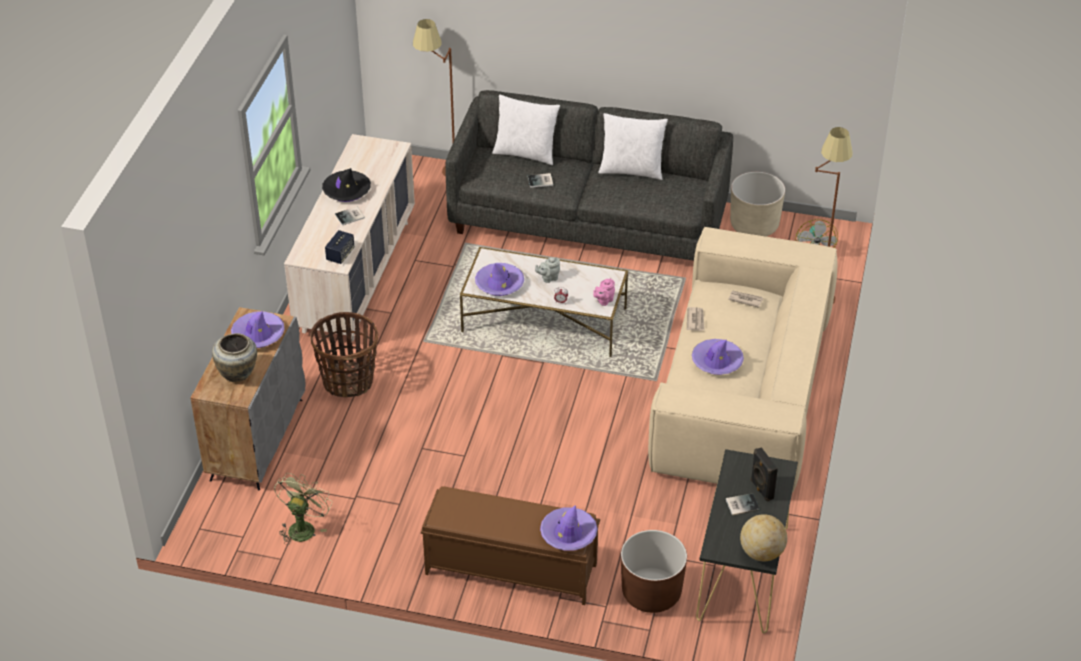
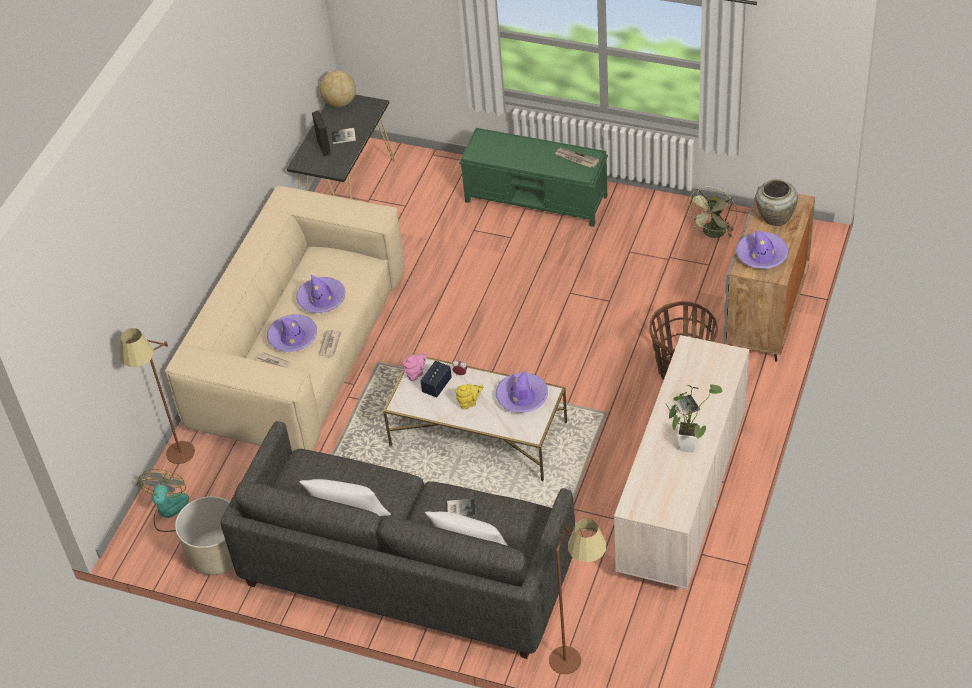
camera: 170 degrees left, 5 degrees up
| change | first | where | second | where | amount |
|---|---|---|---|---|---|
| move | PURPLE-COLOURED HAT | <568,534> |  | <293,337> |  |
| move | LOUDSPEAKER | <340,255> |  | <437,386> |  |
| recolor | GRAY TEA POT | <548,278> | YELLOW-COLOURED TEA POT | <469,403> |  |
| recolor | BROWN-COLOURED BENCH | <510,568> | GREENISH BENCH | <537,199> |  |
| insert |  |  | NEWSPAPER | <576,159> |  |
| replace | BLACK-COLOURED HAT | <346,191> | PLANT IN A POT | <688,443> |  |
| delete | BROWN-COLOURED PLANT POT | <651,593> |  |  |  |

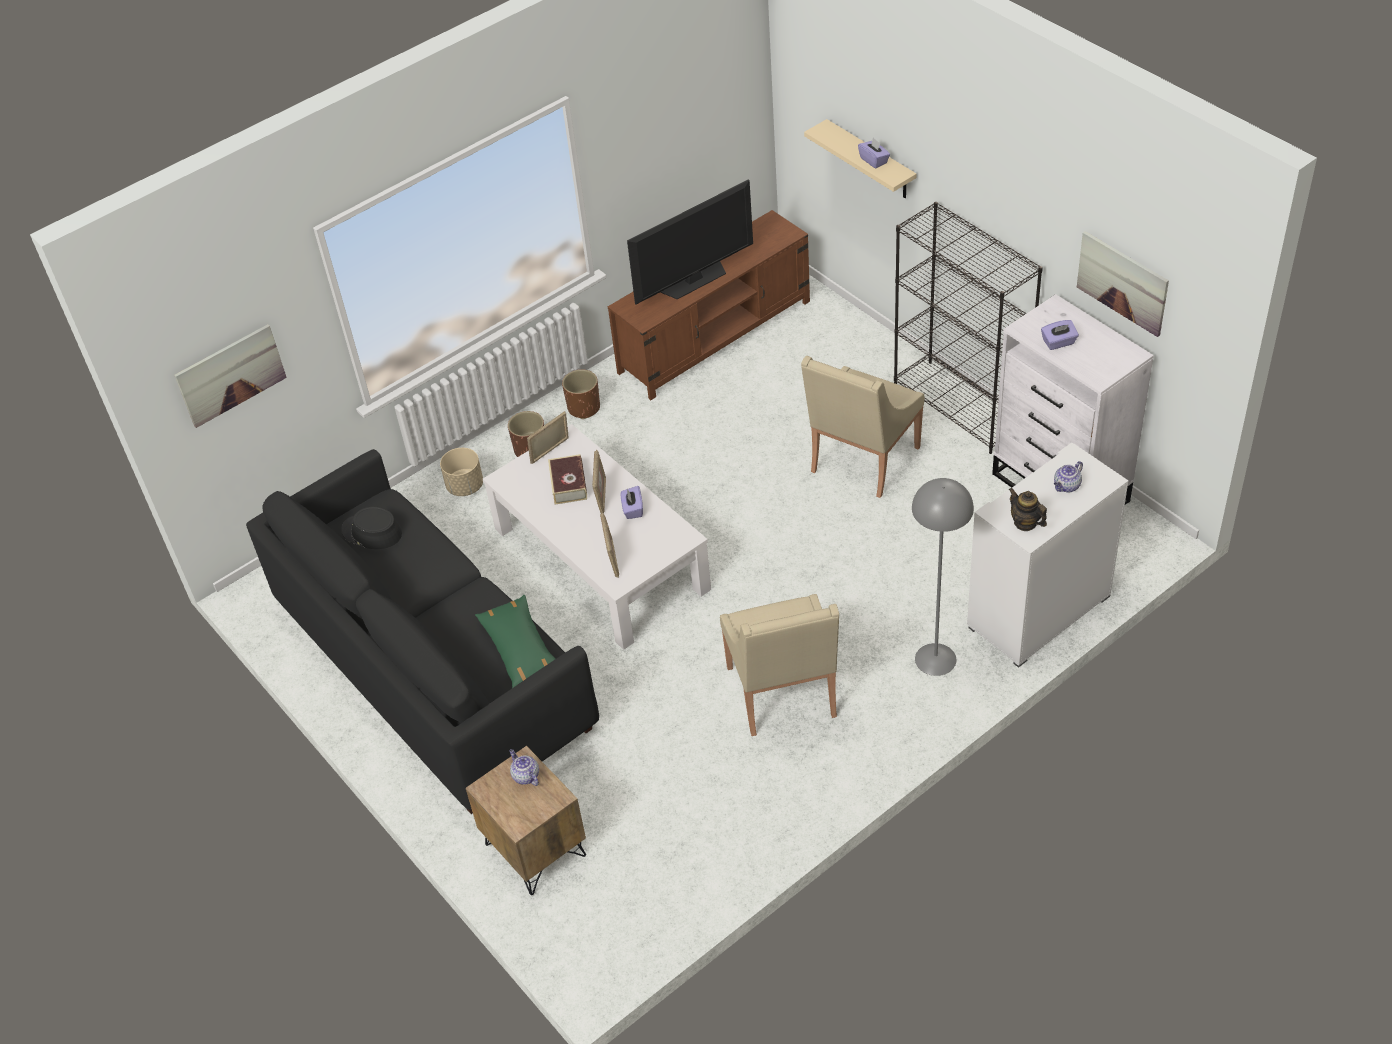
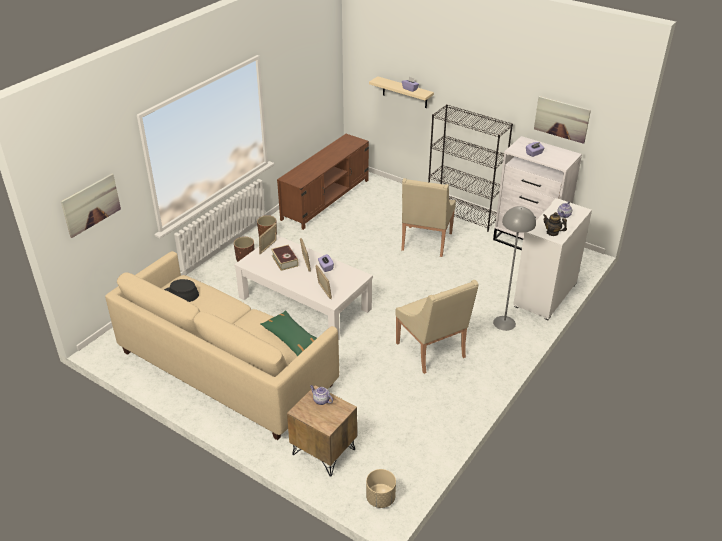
camera: 20 degrees left, 10 degrees down
| change | first | where | second | where | amount |
|---|---|---|---|---|---|
| recolor | BLACK-COLOURED SETTEE | <432,666> | BEIGE-COLOURED SETTEE | <226,368> |  |
| move | BEIGE-COLOURED PLANT POT | <465,486> |  | <380,498> |  |
| delete | TV | <694,280> |  |  |  |

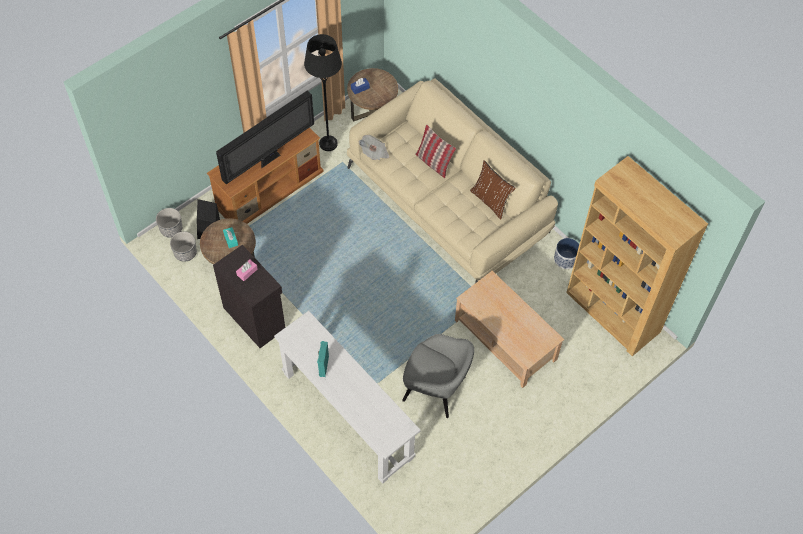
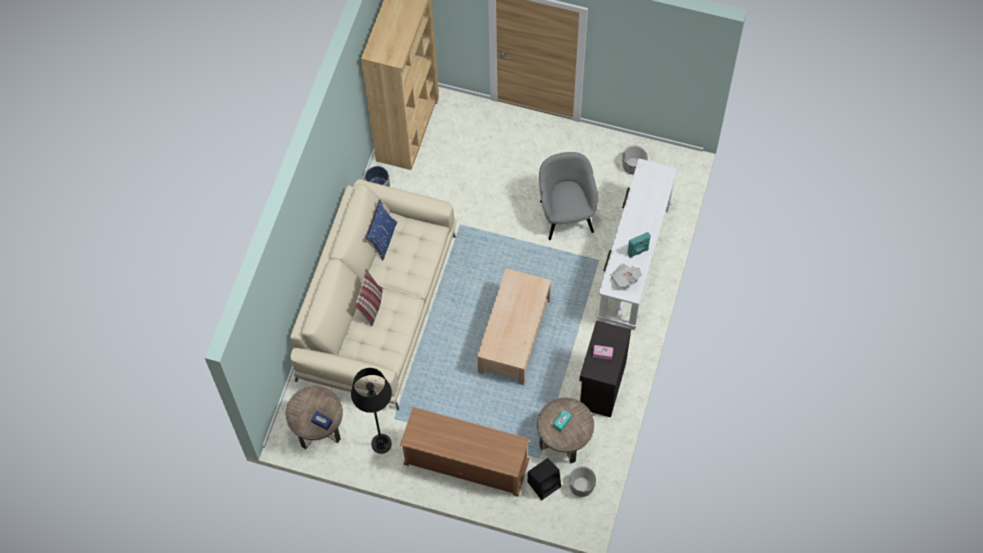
camera: 120 degrees left, 5 degrees up
| change | first | where | second | where | amount |
|---|---|---|---|---|---|
| recolor | BROWN-COLOURED PILLOW | <490,201> | BLUE-COLOURED PILLOW | <382,239> |  |
| move | BEIGE-COLOURED LOUNGE TABLE | <506,339> |  | <513,335> |  |
| move | NEWSPAPER | <374,153> |  | <625,278> |  |
| move | PLANT POT | <171,229> |  | <633,166> |  |
| delete | TV | <270,158> |  |  |  |

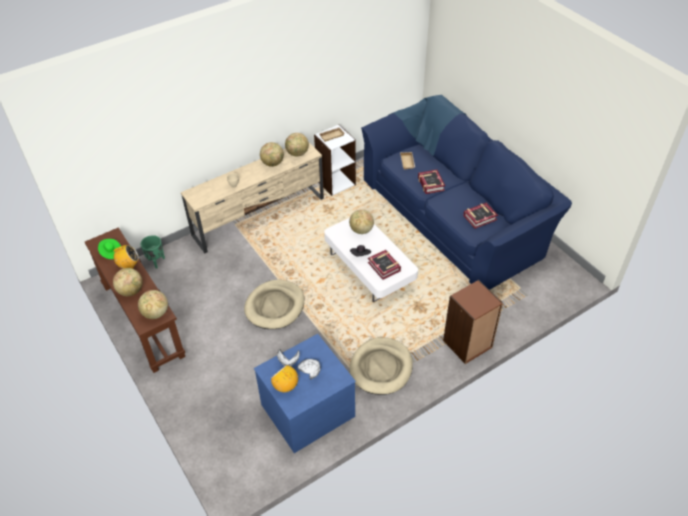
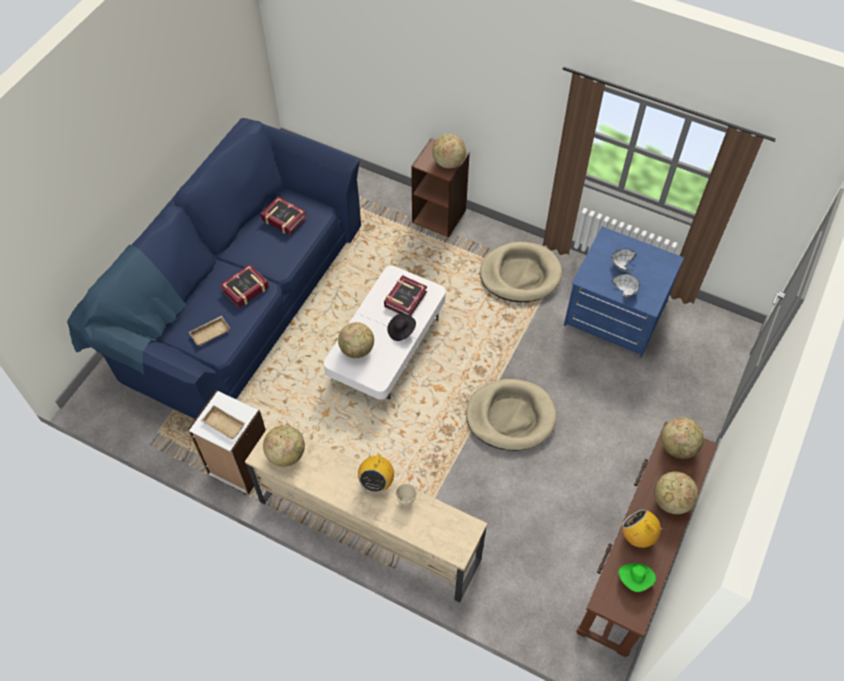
camera: 120 degrees left, 10 degrees up
| change | first | where | second | where | amount |
|---|---|---|---|---|---|
| move | RADIO | <285,386> |  | <376,481> |  |
| move | GLOBE | <273,163> |  | <448,162> |  |
| delete | GREENISH PLANT POT | <156,261> |  |  |  |

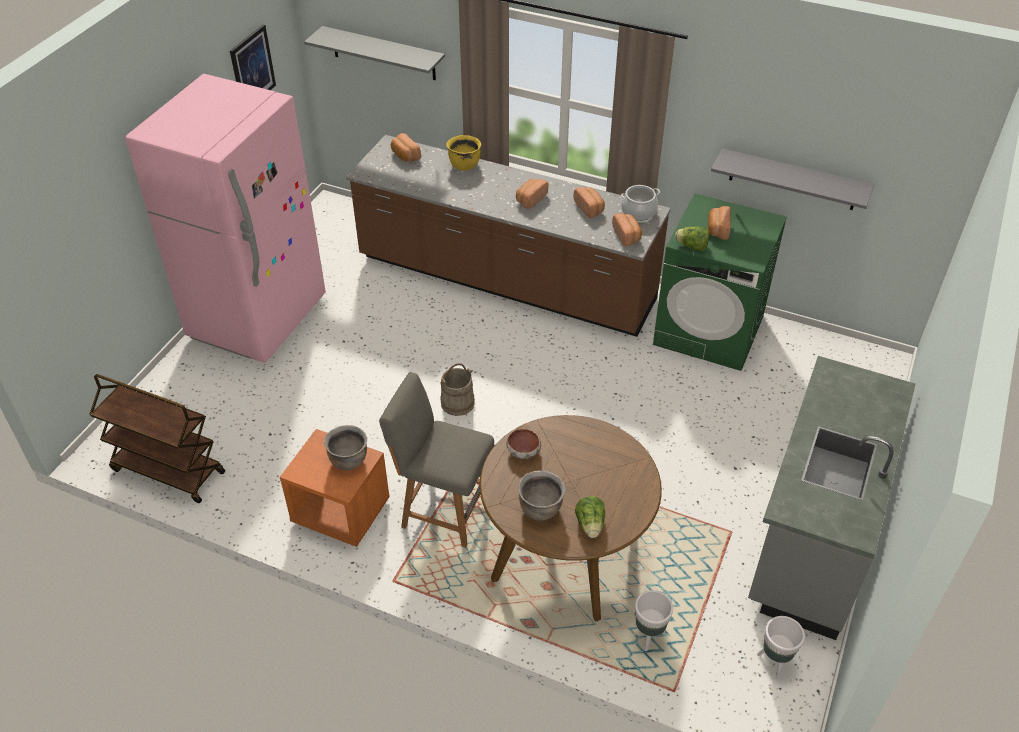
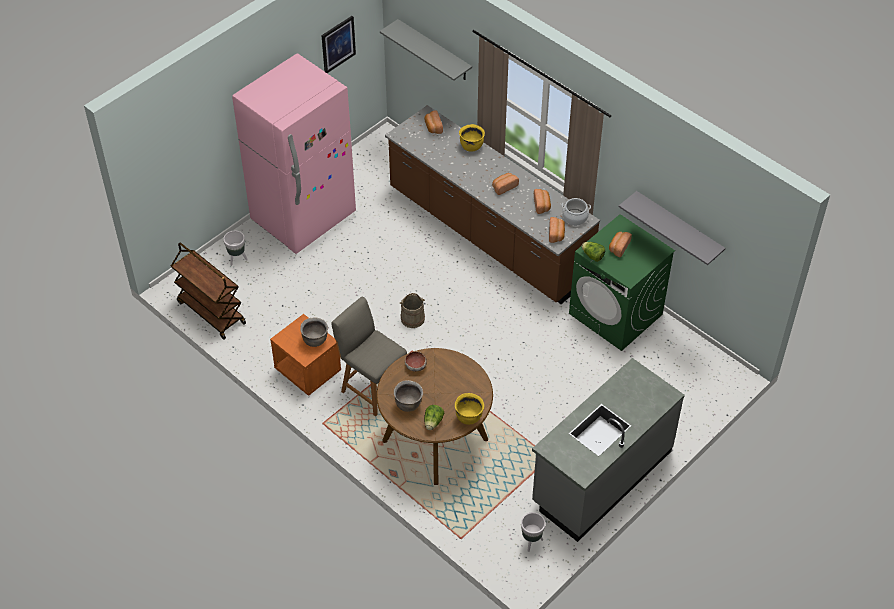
camera: 20 degrees right, 5 degrees up
| change | first | where | second | where | amount |
|---|---|---|---|---|---|
| move | WHITISH PLANT POT | <649,636> |  | <237,259> |  |
| insert |  |  | YELLOW-COLOURED STOCKPOT | <469,417> |  |

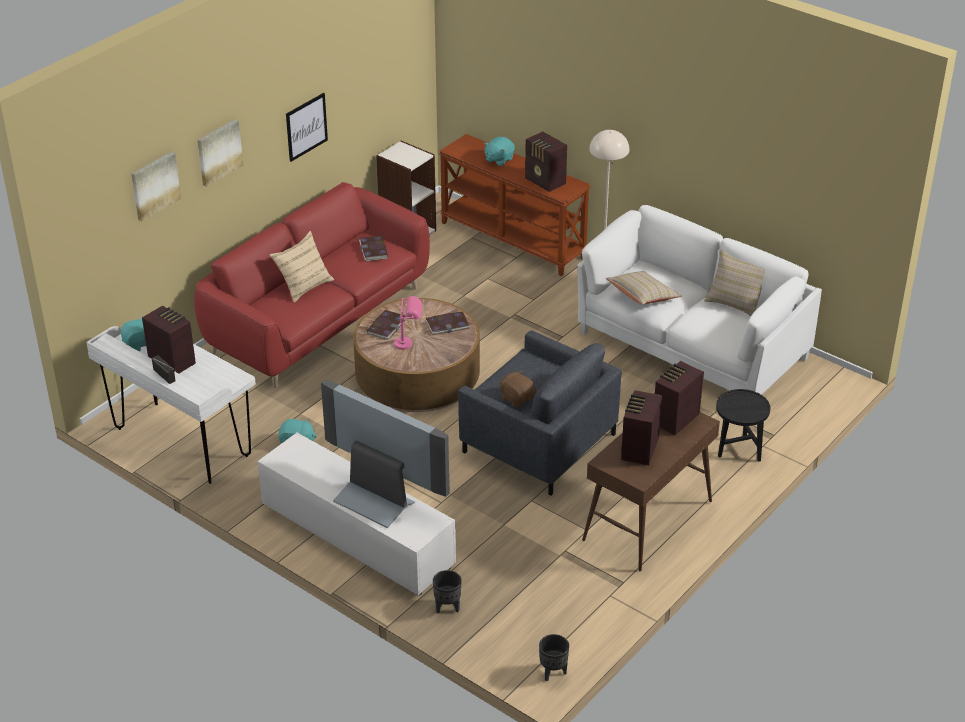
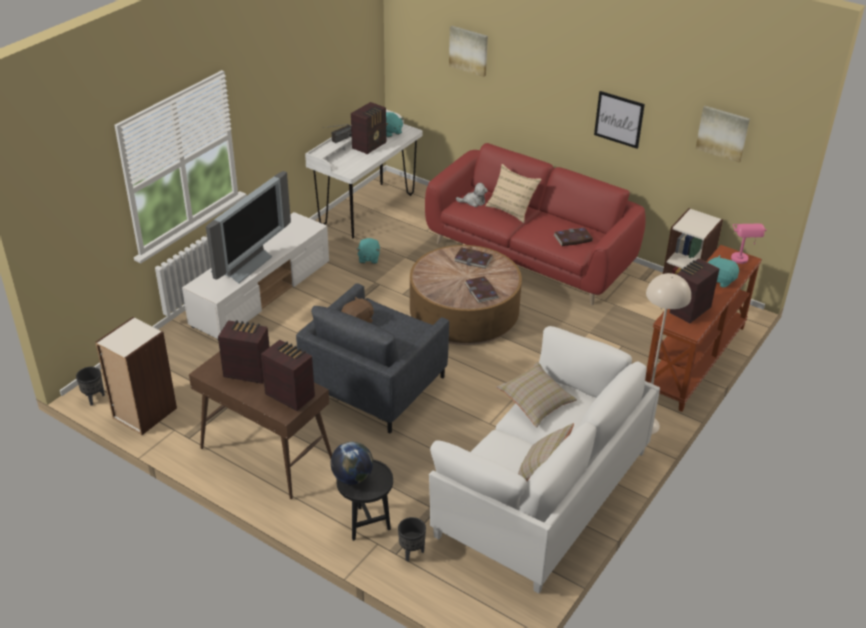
camera: 85 degrees right, 0 degrees up
| change | first | where | second | where | amount |
|---|---|---|---|---|---|
| insert |  |  | BOOKCASE | <144,413> |  |
| insert |  |  | GLOBE | <352,477> |  |
| move | BLACK-COLOURED PLANT POT | <447,607> |  | <412,552> |  |
| insert |  |  | SOFT TOY | <473,202> |  |
| move | WALL ART | <219,152> |  | <722,133> |  |
| move | PINK-COLOURED TABLE LAMP | <409,344> |  | <741,262> |  |

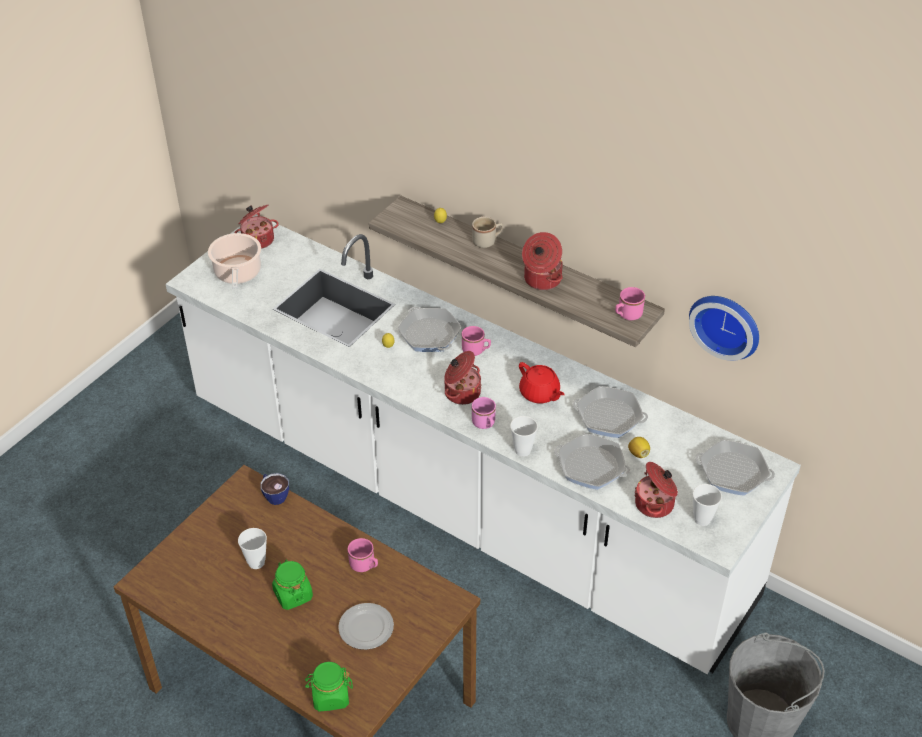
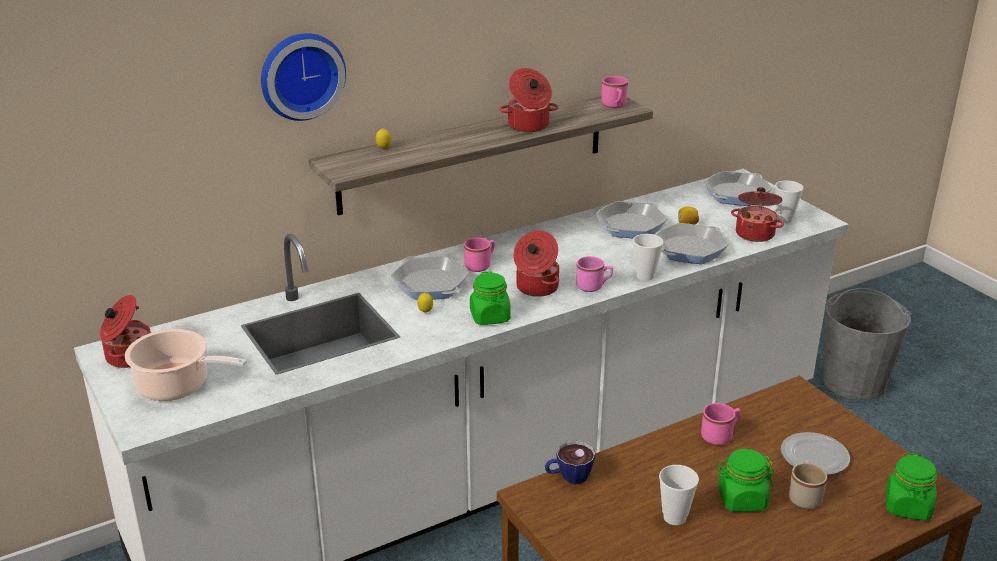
camera: 65 degrees left, 15 degrees down
| change | first | where | second | where | amount |
|---|---|---|---|---|---|
| move | WALL CLOCK | <726,324> |  | <300,75> |  |
| rotate | SKILLET | <429,334> |  | <430,284> | 60 degrees clockwise |
| insert |  |  | GREENISH PRESERVE JAR | <490,317> |  |
| move | BEIGE-COLOURED MUG | <487,241> |  | <804,496> |  |
| delete | RED TEA POT | <540,394> |  |  |  |

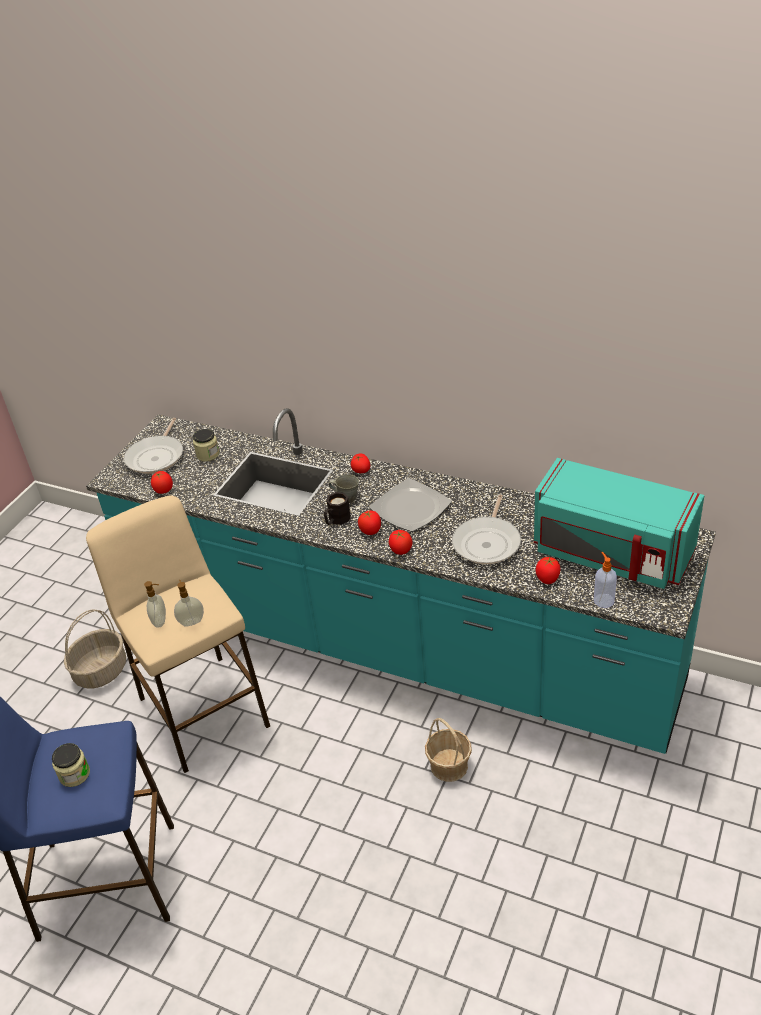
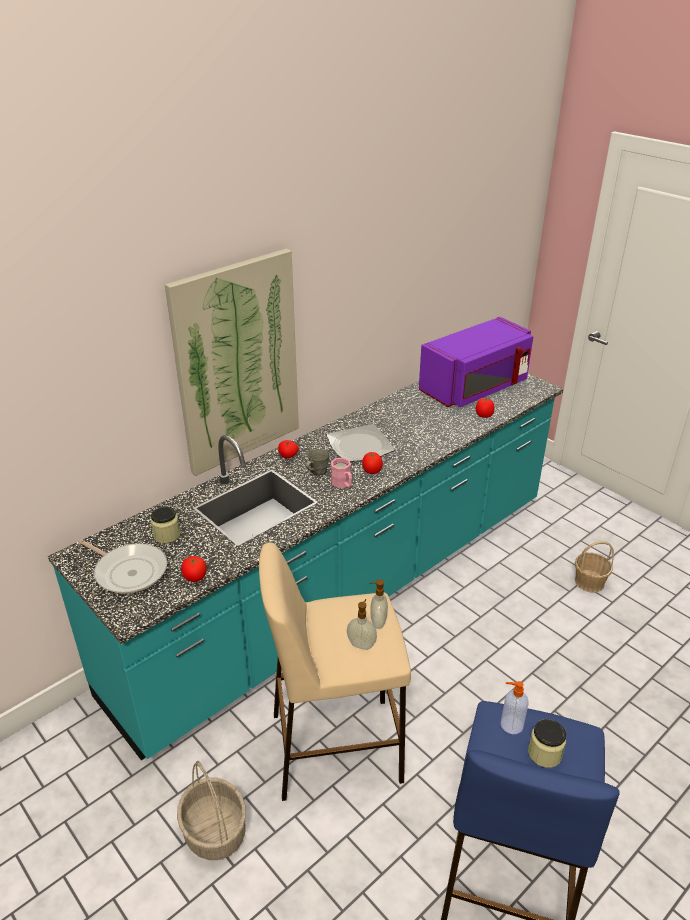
camera: 70 degrees left, 5 degrees down
| change | first | where | second | where | amount |
|---|---|---|---|---|---|
| insert |  |  | WALL ART | <237,363> |  |
| recolor | BLACK-COLOURED MUG | <336,520> | PINK-COLOURED MUG | <343,484> |  |
| recolor | TURQUOISE MICROWAVE OVEN | <610,554> | PURPLE-COLOURED MICROWAVE OVEN | <475,388> |  |
| move | SOAP BOTTLE | <603,600> |  | <510,724> |  |
| move | BASKET | <449,765> |  | <589,582> |  |
| delete | FRESH TOMATO | <400,550> |  |  |  |
| delete | SKILLET | <488,542> |  |  |  |

